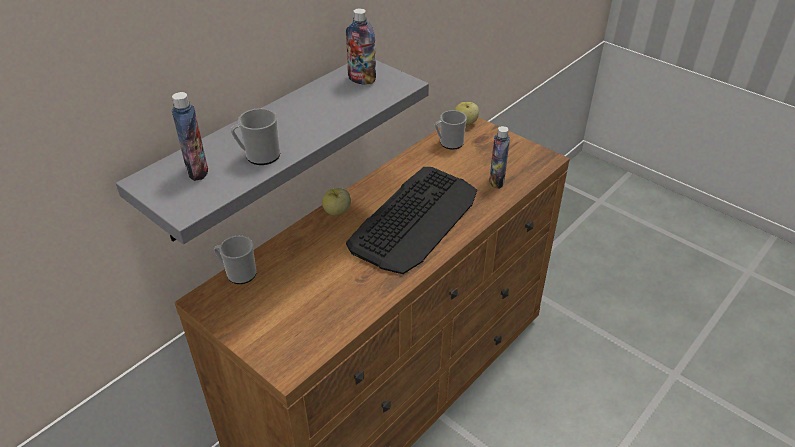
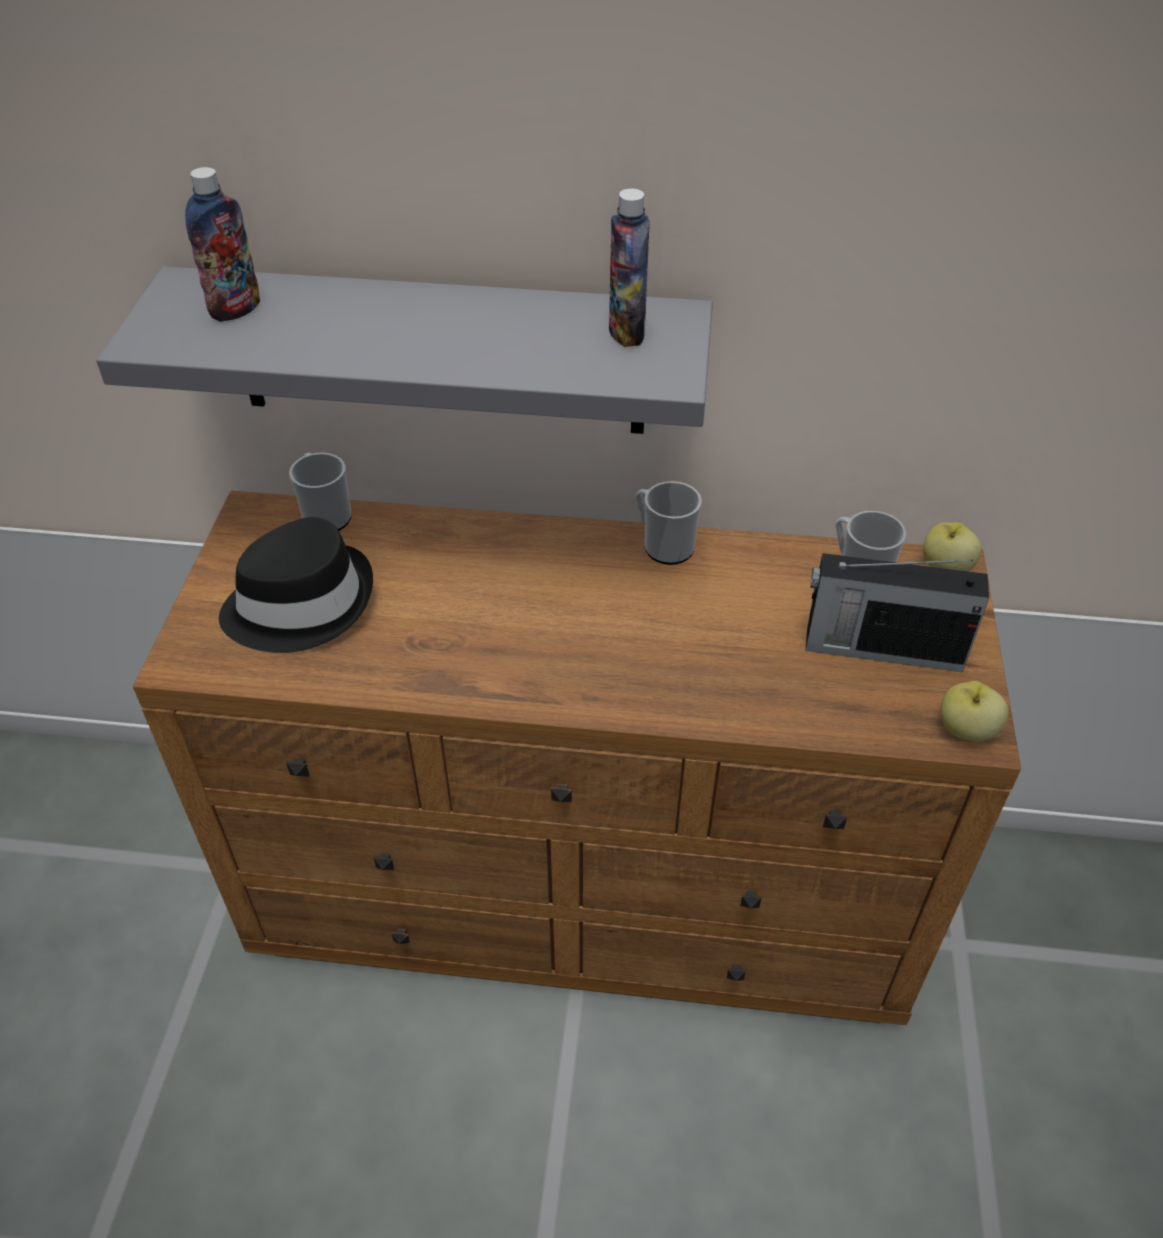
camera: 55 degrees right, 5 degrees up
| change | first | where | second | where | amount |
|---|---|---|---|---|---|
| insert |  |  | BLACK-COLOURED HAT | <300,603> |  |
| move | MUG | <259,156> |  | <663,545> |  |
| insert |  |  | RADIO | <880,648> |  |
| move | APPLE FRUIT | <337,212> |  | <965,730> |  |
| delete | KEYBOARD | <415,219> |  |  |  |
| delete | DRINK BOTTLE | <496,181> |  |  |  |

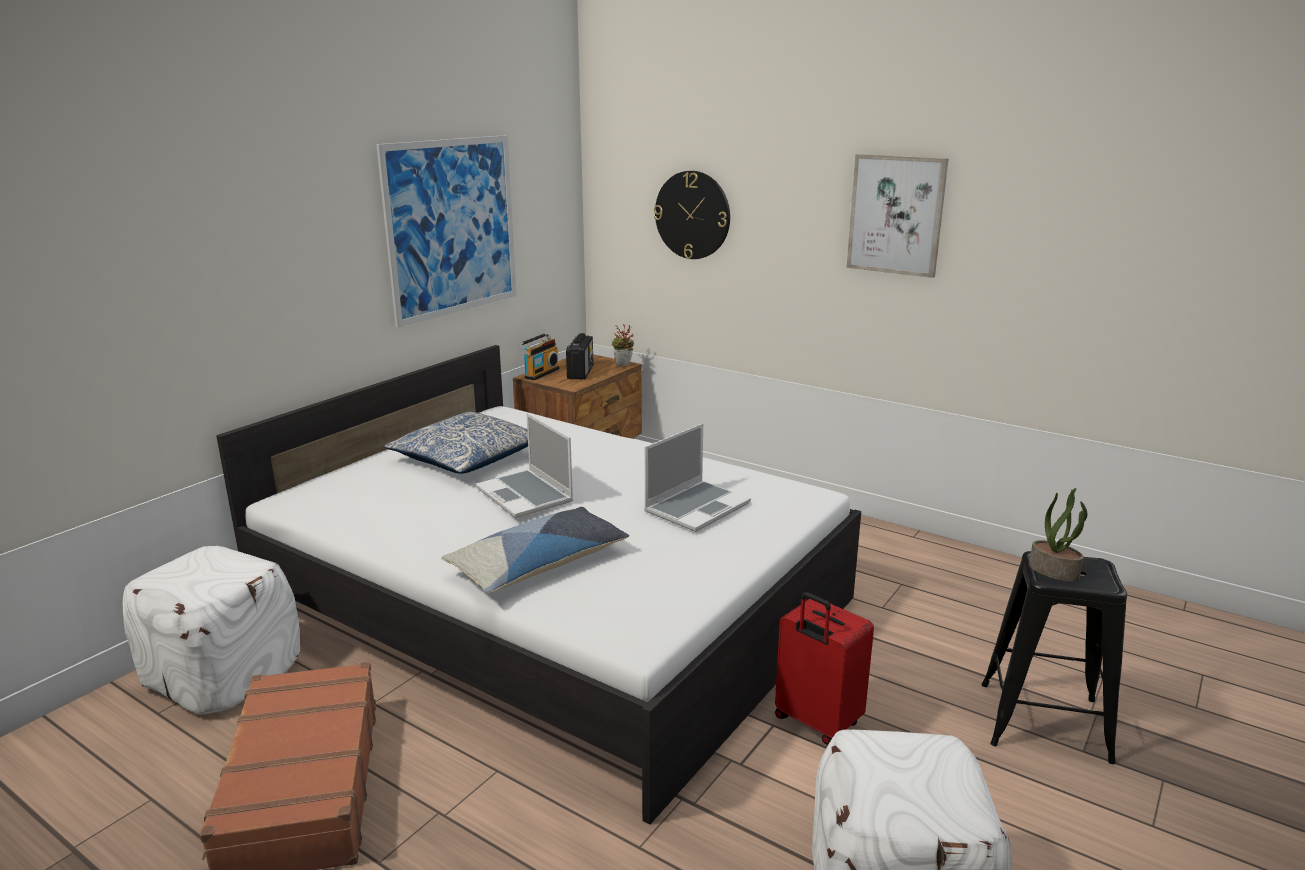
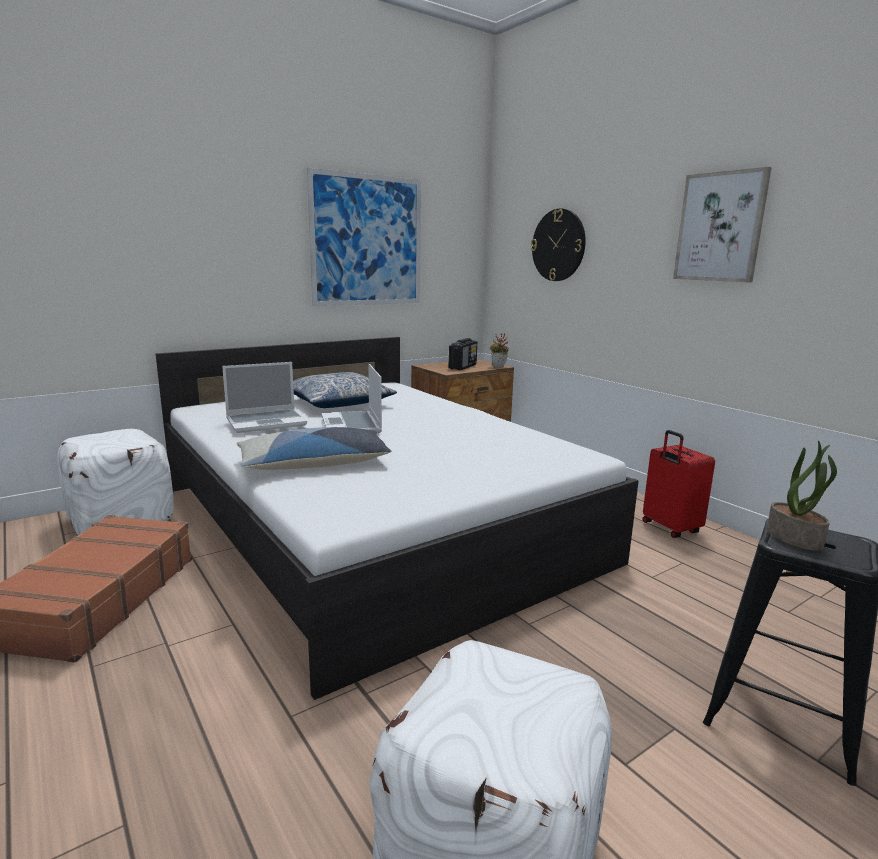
camera: 20 degrees right, 5 degrees down
| change | first | where | second | where | amount |
|---|---|---|---|---|---|
| move | PORTABLE COMPUTER | <697,507> |  | <267,422> |  |
| move | RED PIECE OF LUGGAGE | <816,722> |  | <669,528> |  |
| delete | RADIO | <540,373> |  |  |  |

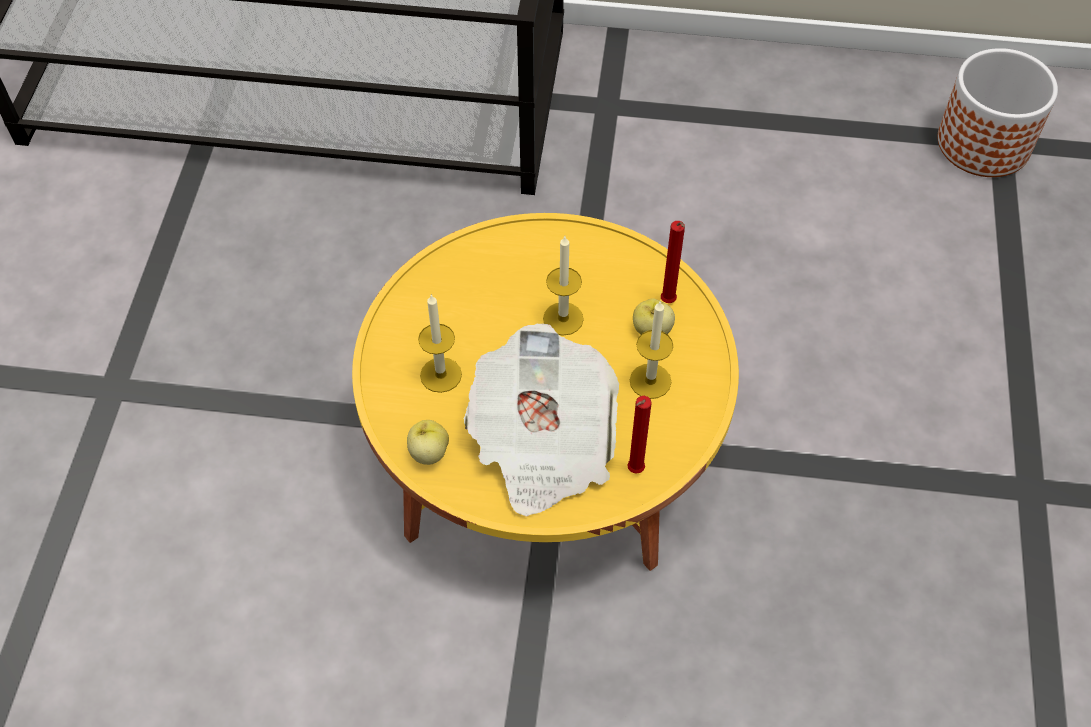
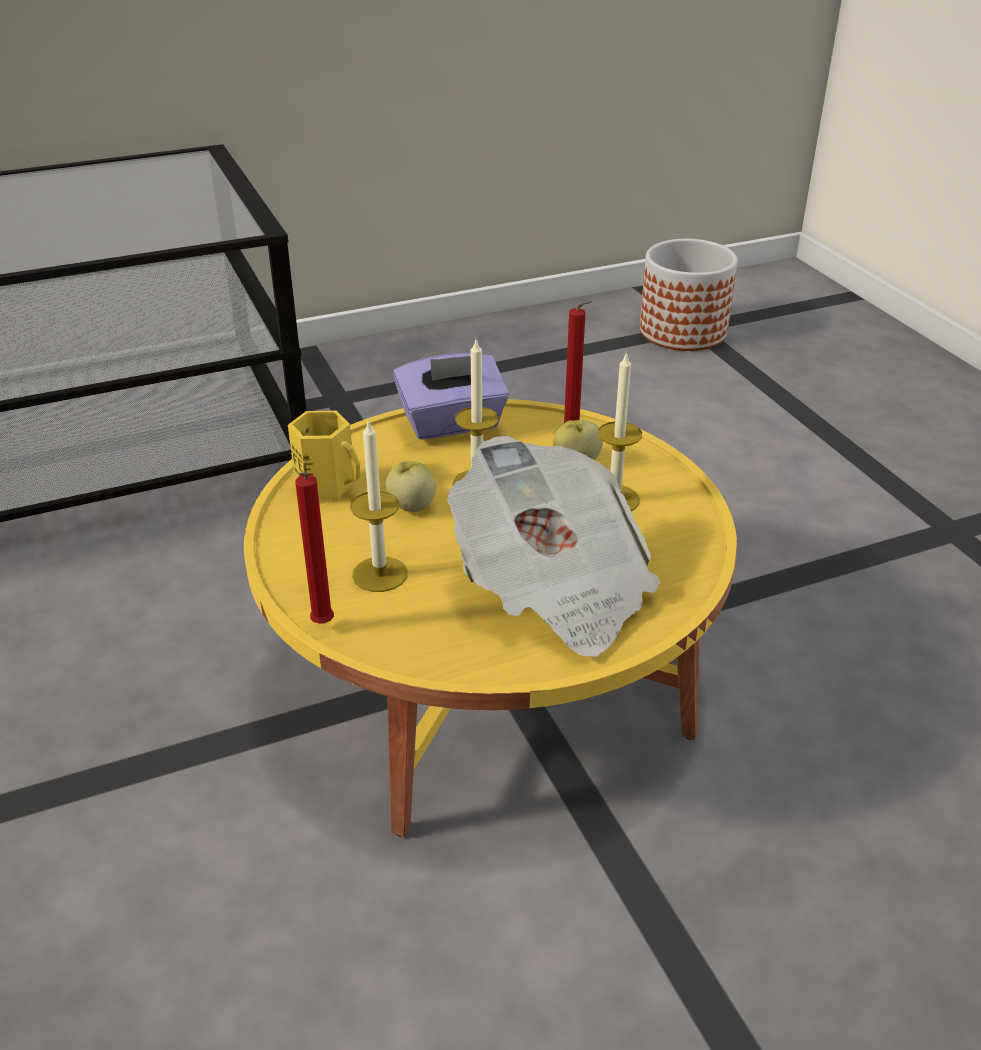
camera: 30 degrees left, 20 degrees down
| change | first | where | second | where | amount |
|---|---|---|---|---|---|
| insert |  |  | YELLOW-COLOURED MUG | <328,483> |  |
| move | RED WAX LIGHT | <634,471> |  | <321,626> |  |
| move | APPLE FRUIT | <428,452> |  | <411,506> |  |
| insert |  |  | PURPLE-COLOURED BOX OF TISSUES | <452,423> |  |

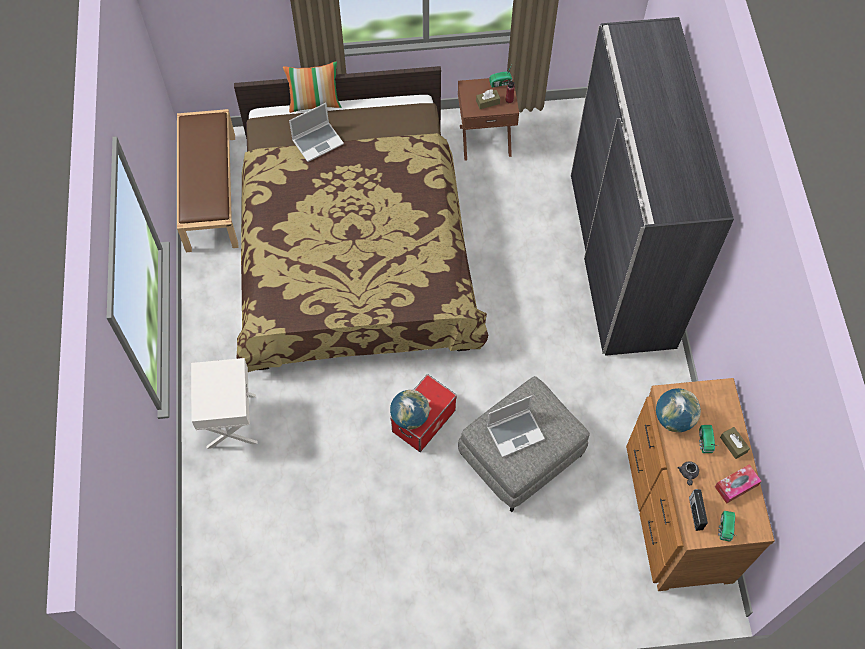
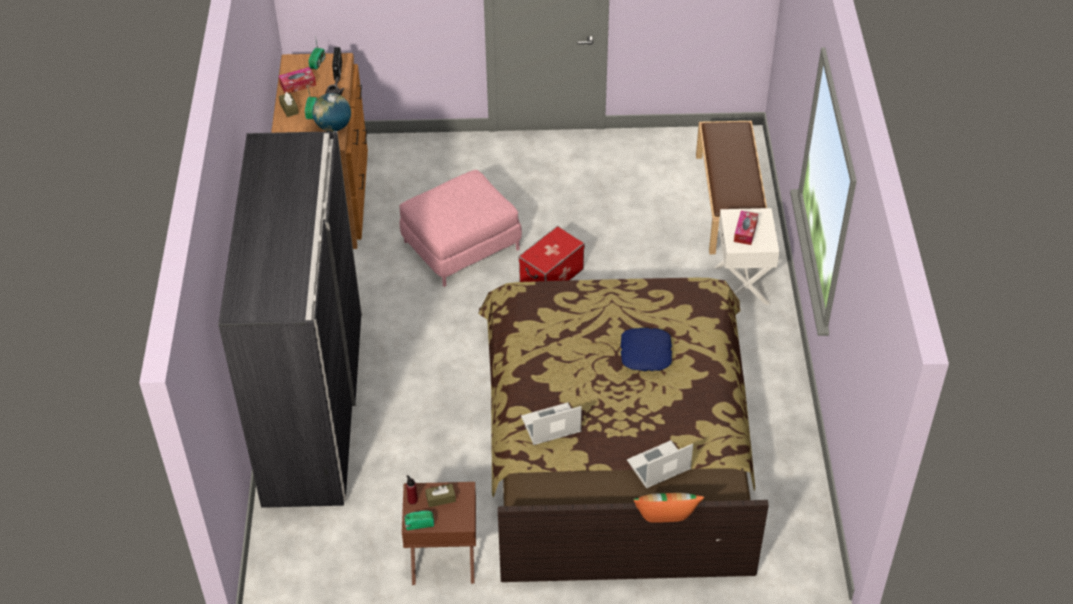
camera: 175 degrees left, 15 degrees down
| change | first | where | second | where | amount |
|---|---|---|---|---|---|
| recolor | GRAY FOOTREST | <521,455> | PINK-COLOURED FOOTREST | <461,245> |  |
| move | PORTABLE COMPUTER | <515,432> |  | <550,426> |  |
| insert |  |  | BLUE-COLOURED PILLOW | <645,354> |  |
| move | BROWN-COLOURED BENCH | <210,191> |  | <729,203> |  |
| insert |  |  | BOX OF TISSUES | <745,231> |  |
| delete | GLOBE | <410,417> |  |  |  |

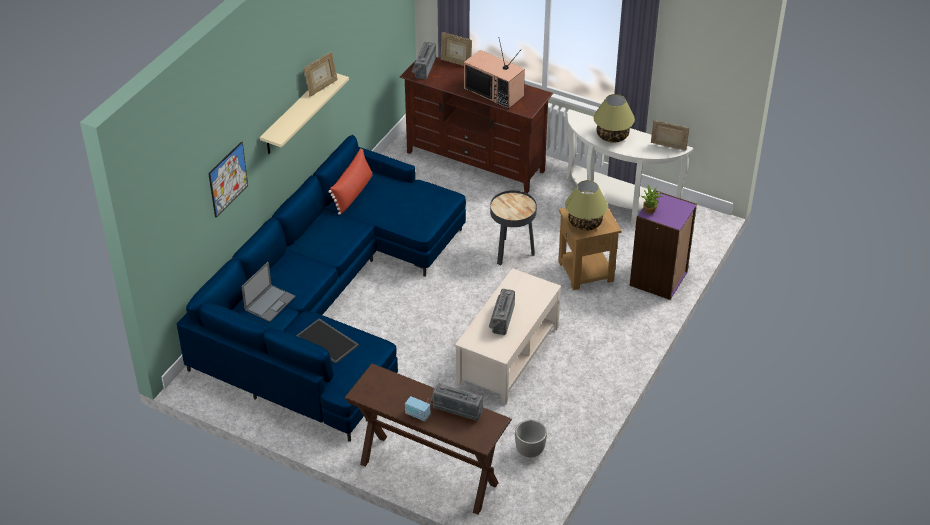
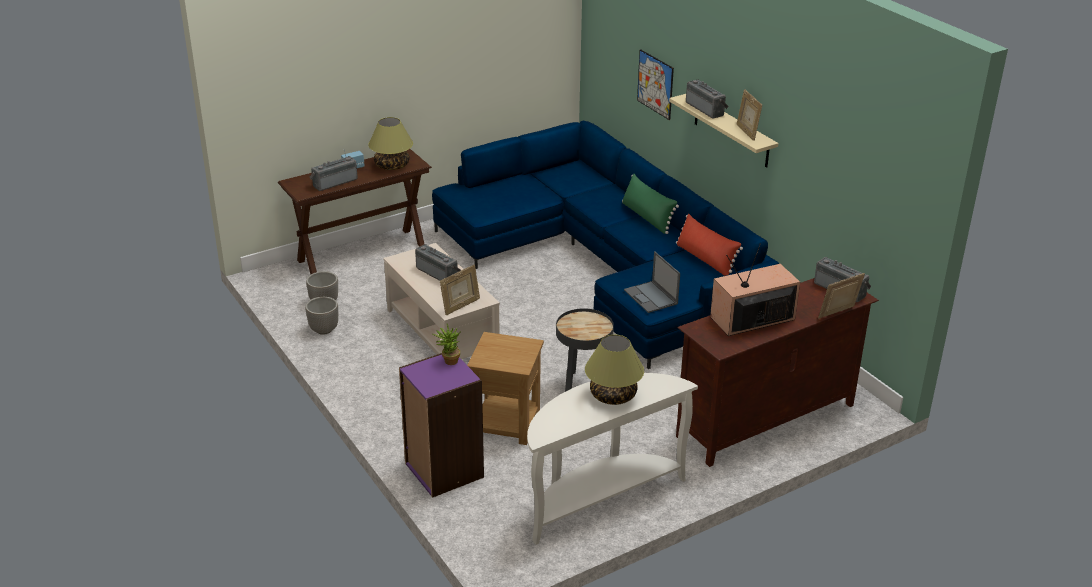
camera: 120 degrees right, 10 degrees down
| change | first | where | second | where | amount |
|---|---|---|---|---|---|
| insert |  |  | PLANT POT | <324,330> |  |
| move | TABLE LAMP | <584,223> |  | <392,165> |  |
| move | PICTURE FRAME | <668,148> |  | <460,306> |  |
| insert |  |  | GREENISH PILLOW | <647,217> |  |
| move | PORTABLE COMPUTER | <270,303> |  | <651,297> |  |
| insert |  |  | RADIO | <706,109> |  |
| delete | CARRYING TRAY | <328,341> |  |  |  |

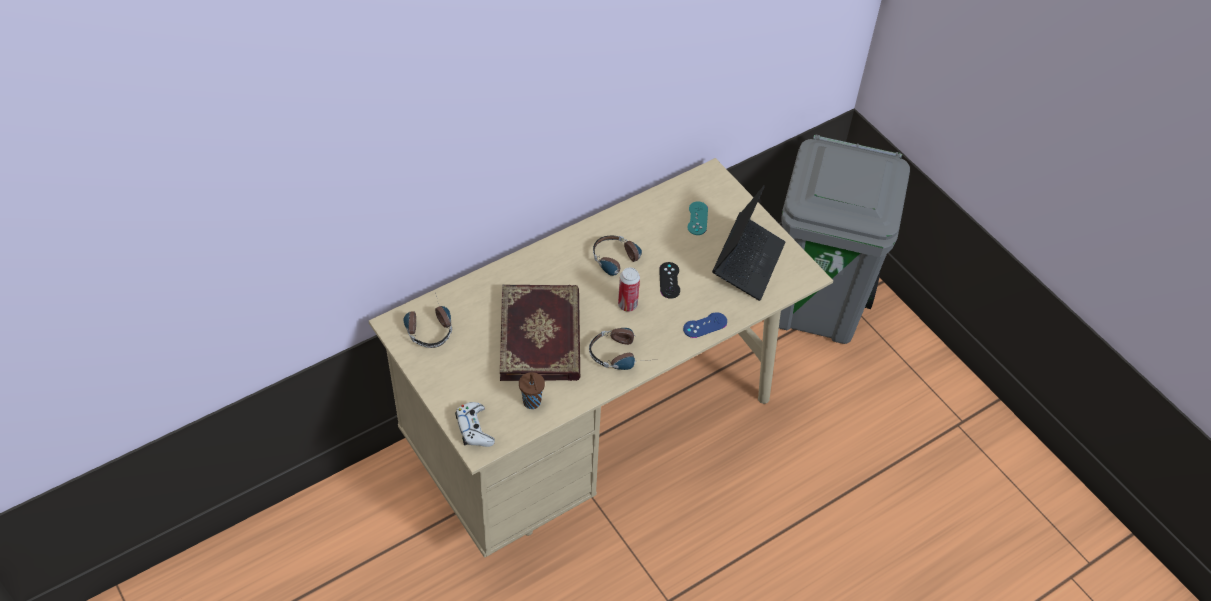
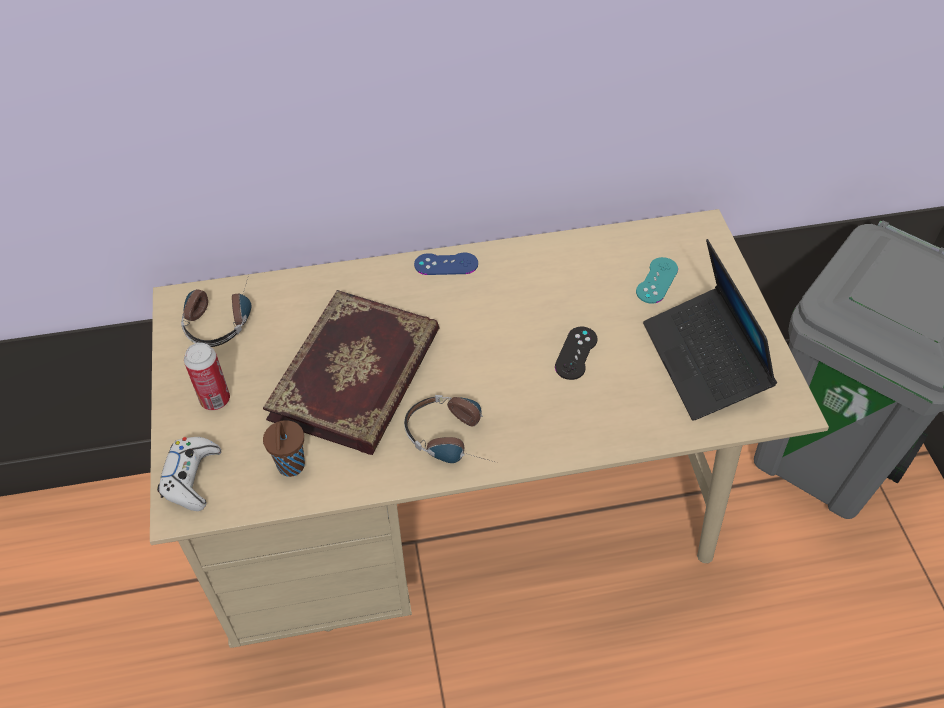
camera: 25 degrees right, 0 degrees up
| change | first | where | second | where | amount |
|---|---|---|---|---|---|
| move | CAN | <627,305> |  | <215,400> |  |
| move | BLUE-COLOURED GAME CONTROLLER | <705,325> |  | <446,264> |  |
| rotate | PORTABLE COMPUTER | <748,262> |  | <704,362> | 120 degrees clockwise |
| delete | HEADSET | <620,264> |  |  |  |

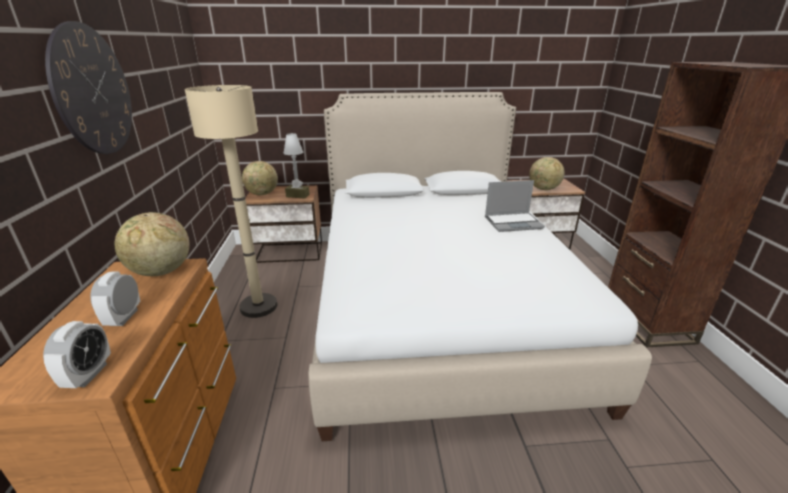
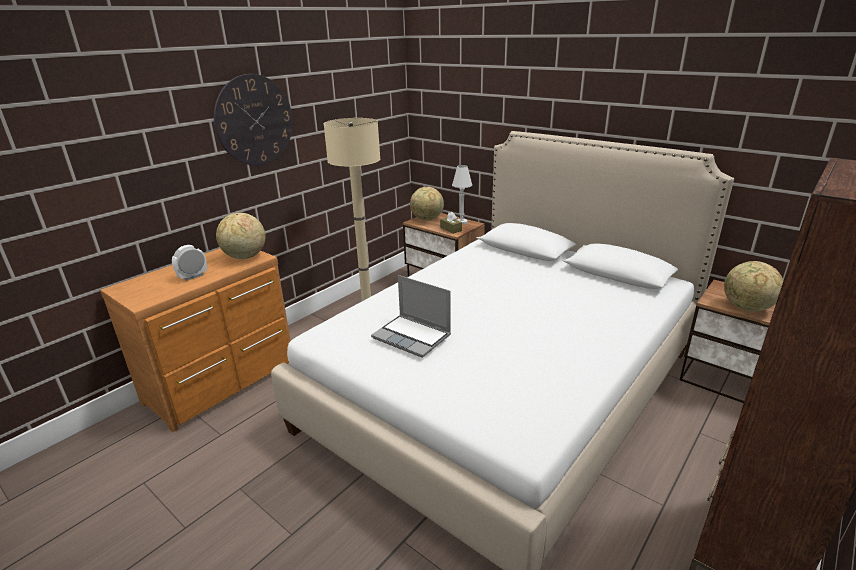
camera: 45 degrees right, 0 degrees up
| change | first | where | second | where | amount |
|---|---|---|---|---|---|
| move | PORTABLE COMPUTER | <513,223> |  | <413,337> |  |
| delete | ALARM CLOCK | <88,375> |  |  |  |

